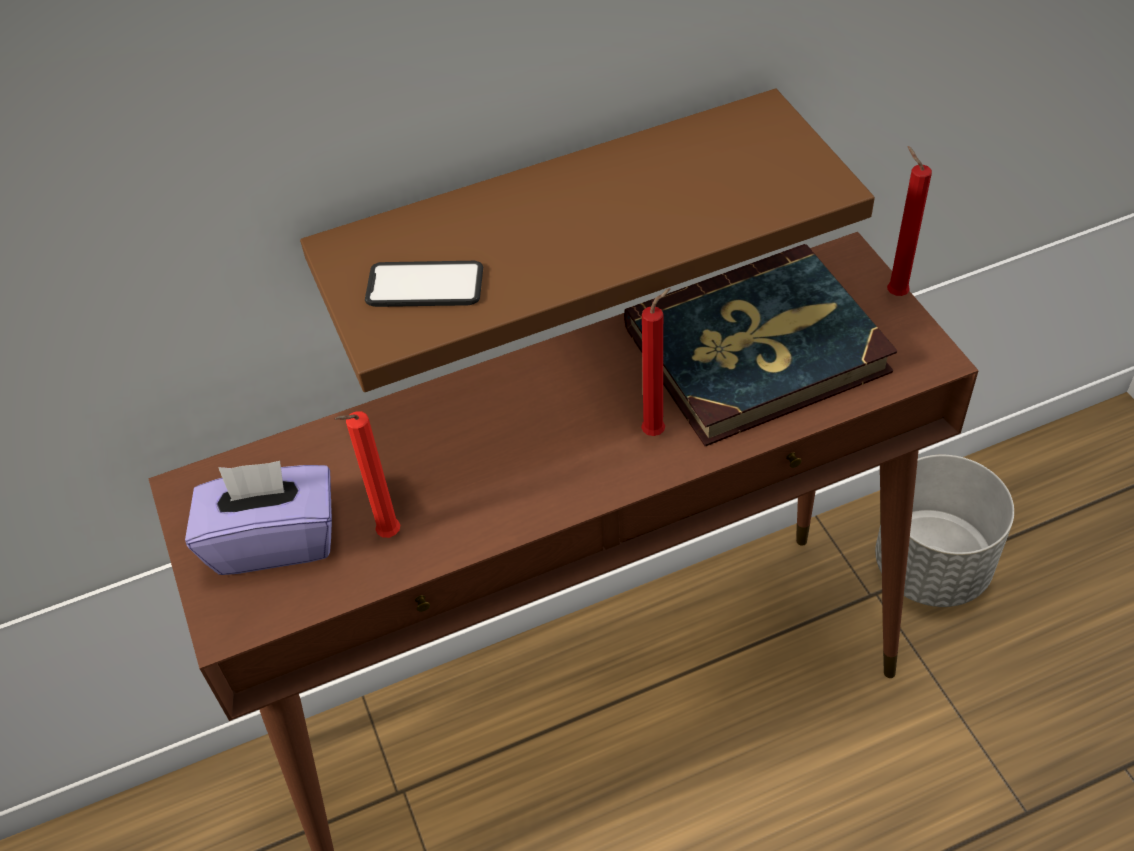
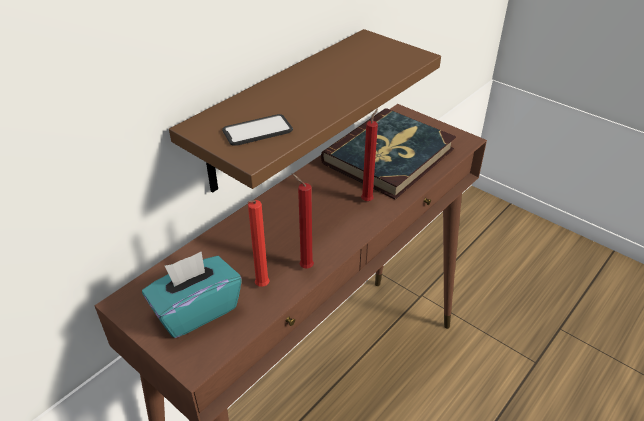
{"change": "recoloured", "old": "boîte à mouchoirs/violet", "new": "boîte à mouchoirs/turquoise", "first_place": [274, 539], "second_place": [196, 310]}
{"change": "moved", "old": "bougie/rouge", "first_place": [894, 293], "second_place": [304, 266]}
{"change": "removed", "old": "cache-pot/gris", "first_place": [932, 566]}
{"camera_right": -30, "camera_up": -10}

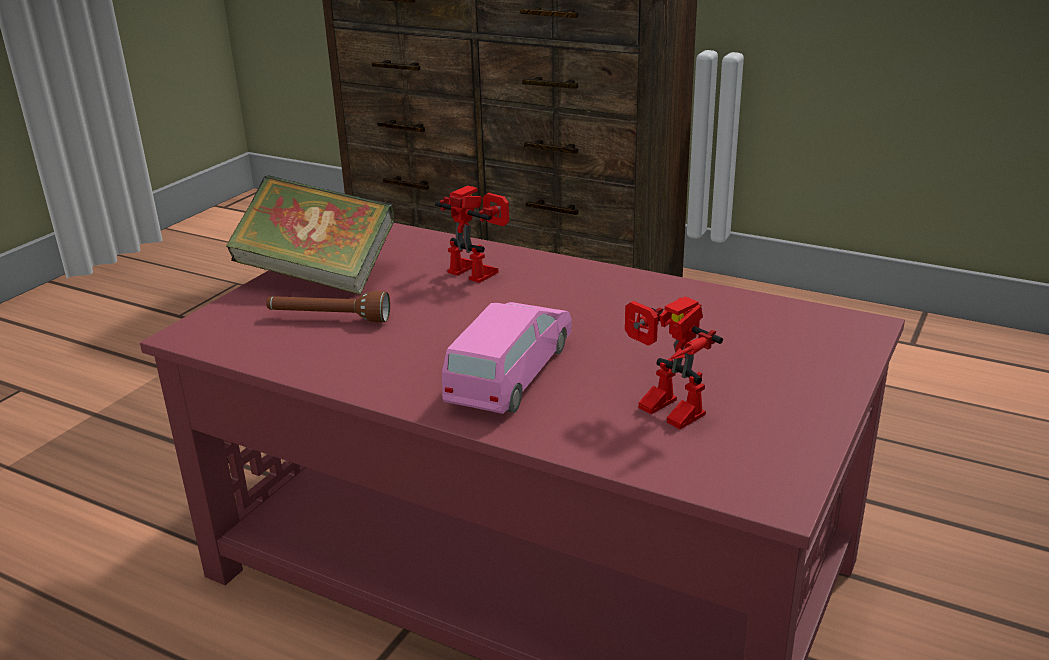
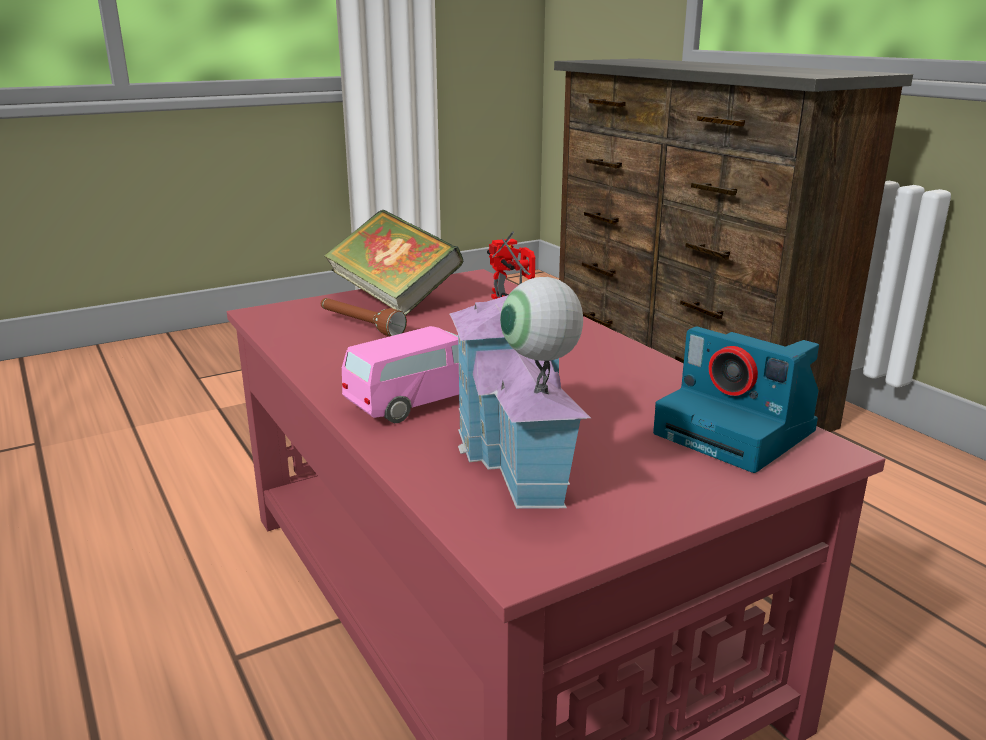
{"change": "replaced", "old": "robot jouet", "new": "maison miniature", "first_place": [662, 412], "second_place": [515, 460]}
{"change": "added", "new": "appareil photo", "second_place": [739, 432]}
{"camera_right": 30, "camera_up": -5}

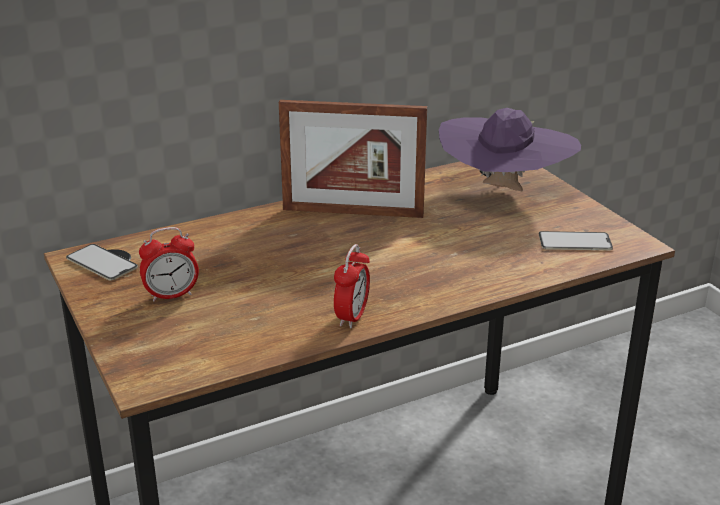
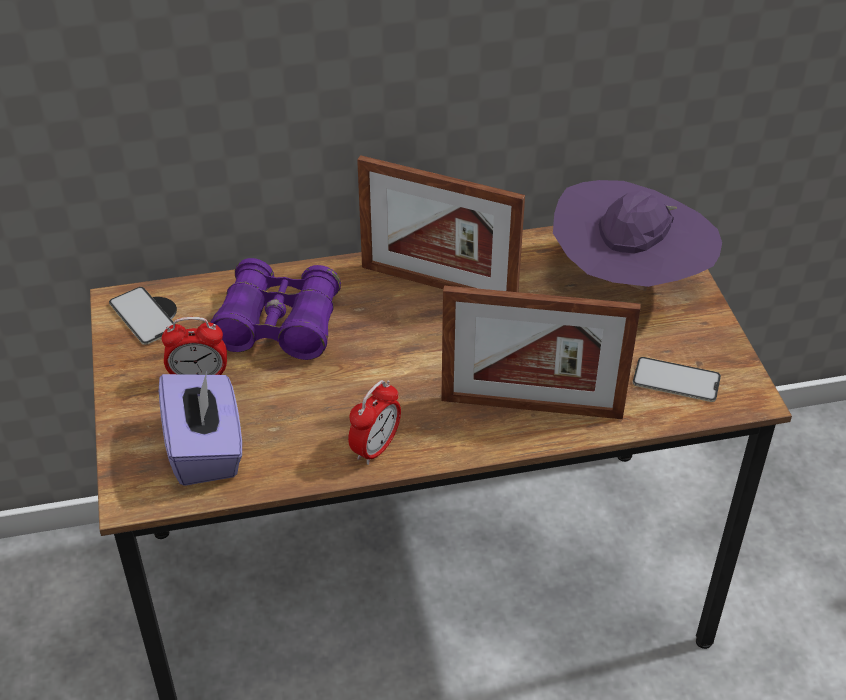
{"change": "added", "new": "boîte à mouchoirs/violet", "second_place": [206, 449]}
{"change": "added", "new": "jumelles/violet", "second_place": [279, 325]}
{"change": "added", "new": "cadre photo", "second_place": [531, 407]}
{"camera_right": 15, "camera_up": 15}

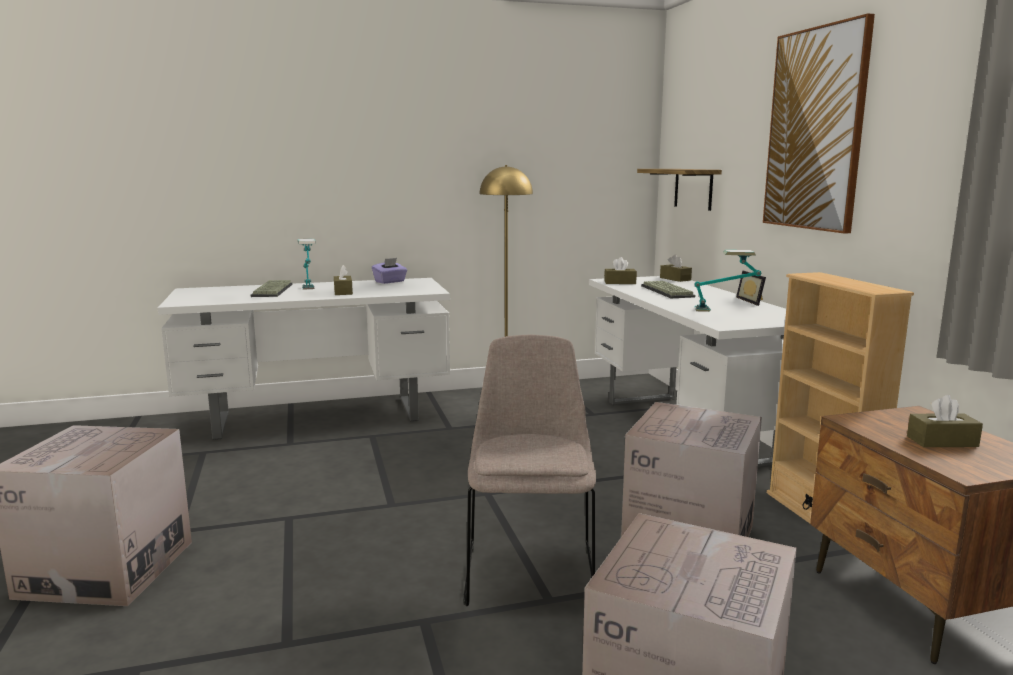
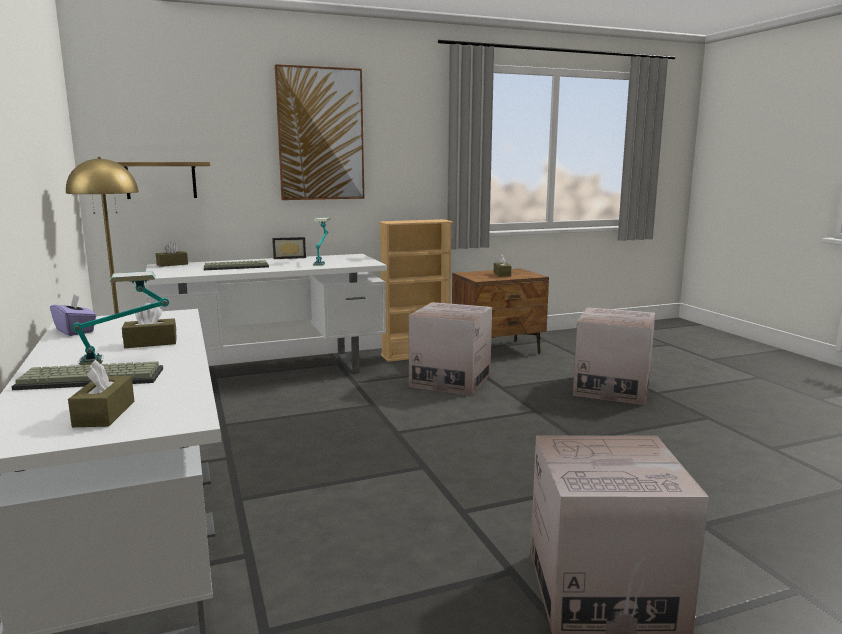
{"change": "moved", "old": "boîte à mouchoirs/marron", "first_place": [620, 282], "second_place": [104, 414]}
{"change": "removed", "old": "chaise/beige", "first_place": [530, 571]}
{"camera_right": -95, "camera_up": 0}

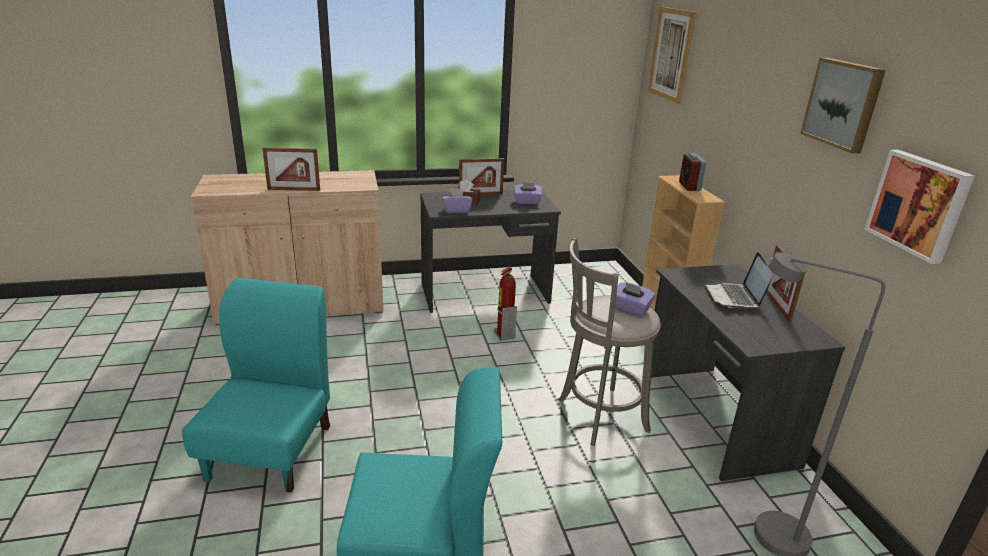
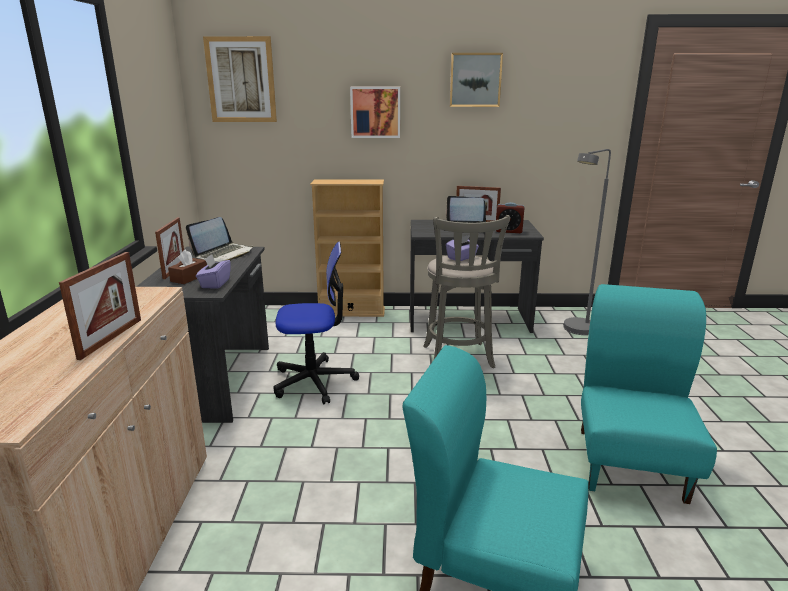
{"change": "replaced", "old": "boîte à mouchoirs/violet", "new": "ordinateur portable", "first_place": [527, 202], "second_place": [224, 254]}
{"change": "replaced", "old": "extincteur", "new": "chaise de bureau", "first_place": [504, 335], "second_place": [314, 381]}
{"change": "moved", "old": "tableau", "first_place": [919, 204], "second_place": [375, 112]}
{"change": "moved", "old": "réveil", "first_place": [689, 186], "second_place": [508, 231]}
{"camera_right": -75, "camera_up": -5}

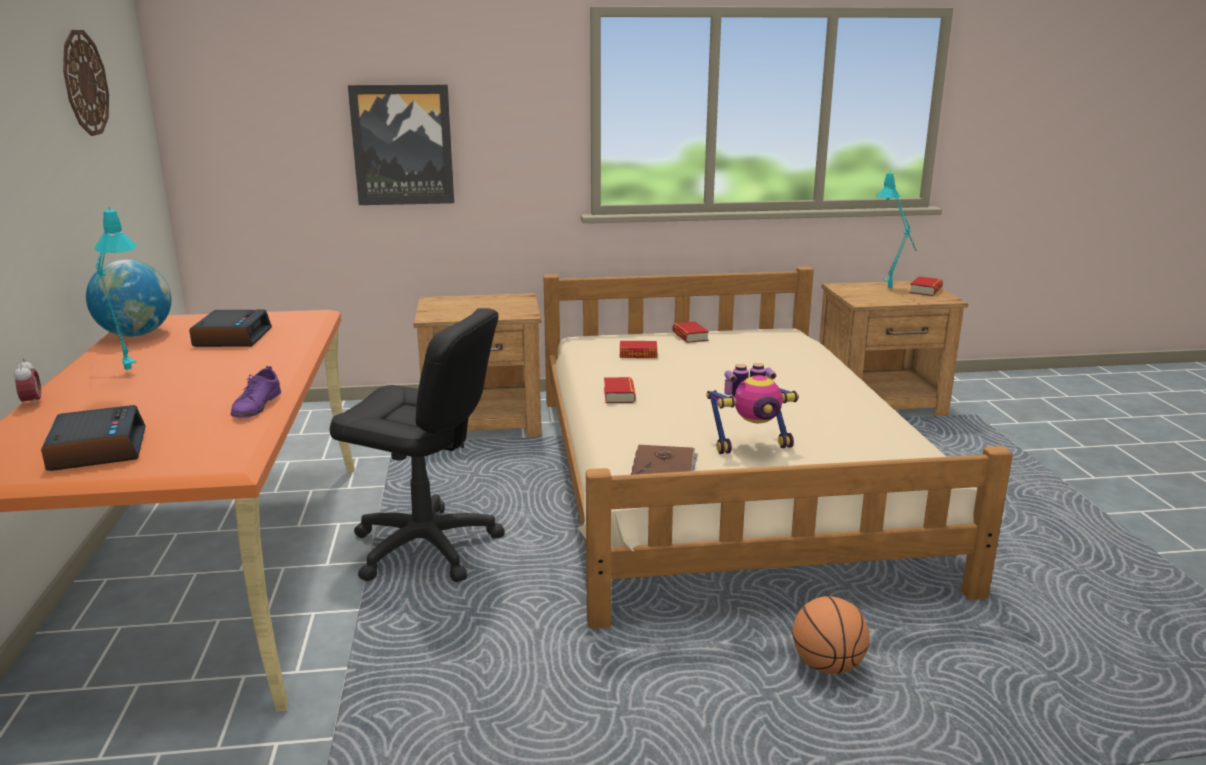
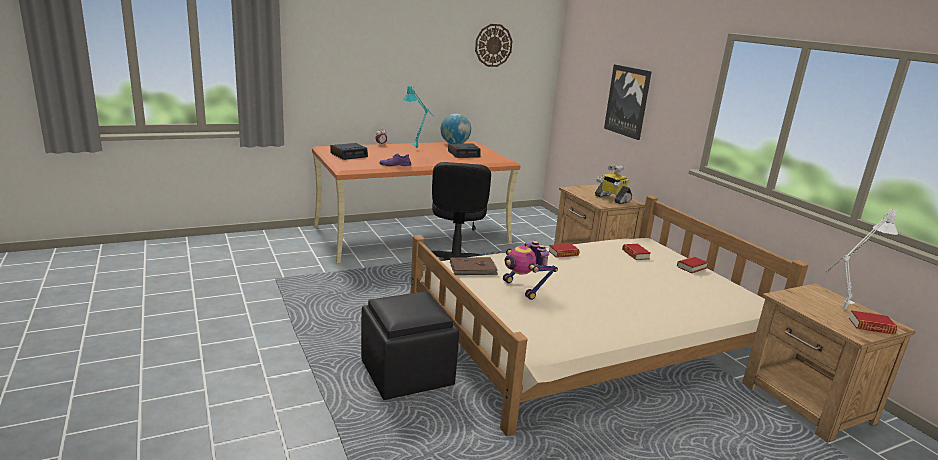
{"change": "replaced", "old": "ballon de basket", "new": "pouf/noir", "first_place": [827, 666], "second_place": [408, 374]}
{"change": "added", "new": "robot jouet", "second_place": [611, 199]}
{"change": "recoloured", "old": "lampe de table/turquoise", "new": "lampe de table/blanc", "first_place": [892, 291], "second_place": [840, 310]}
{"camera_right": 70, "camera_up": 0}

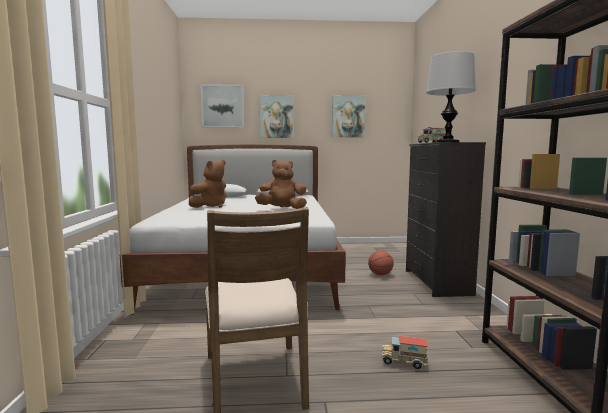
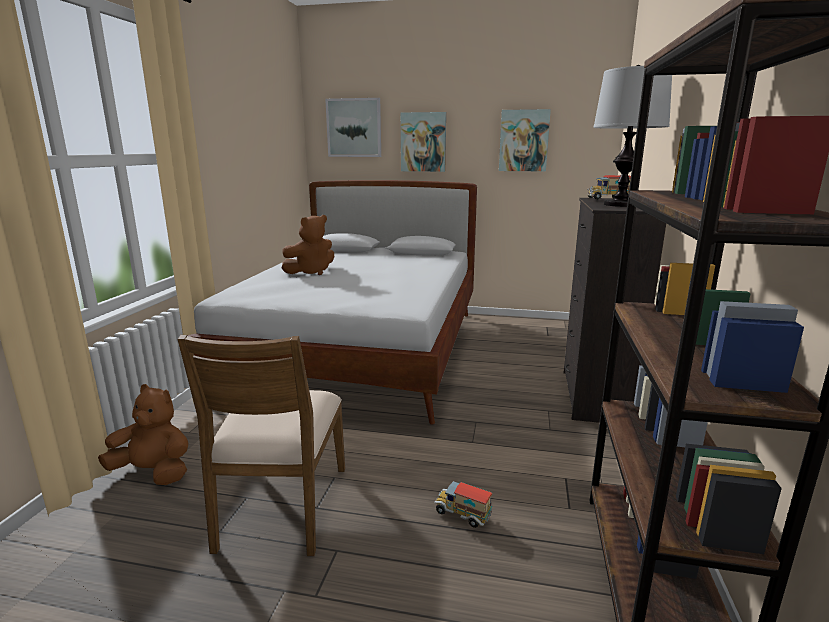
{"change": "moved", "old": "peluche/marron", "first_place": [282, 209], "second_place": [154, 472]}
{"change": "removed", "old": "ballon de basket", "first_place": [380, 274]}
{"camera_right": 15, "camera_up": 10}

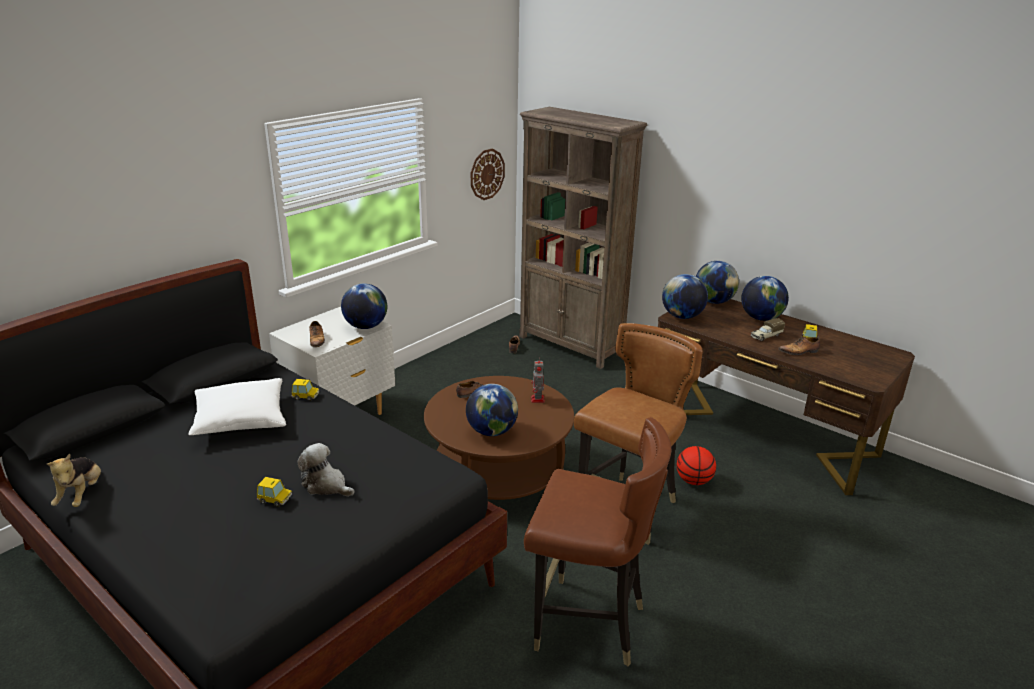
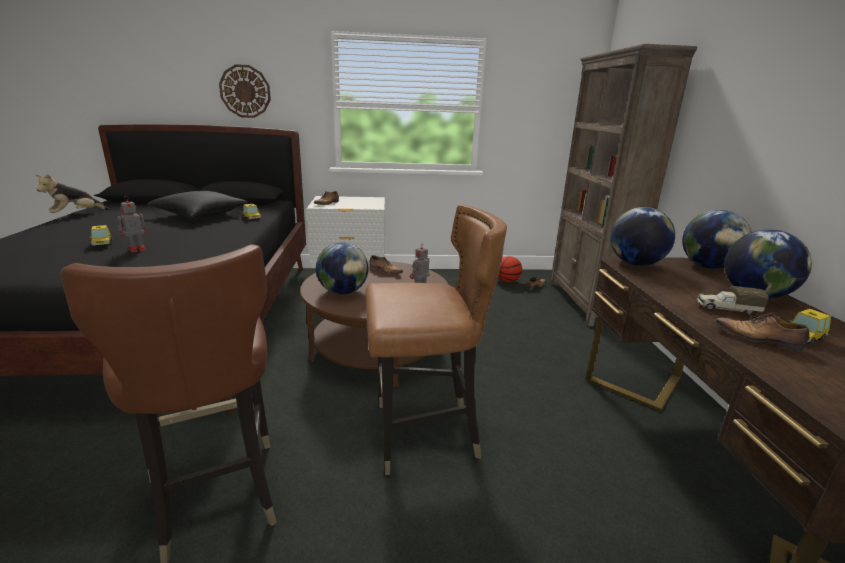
{"change": "replaced", "old": "peluche", "new": "robot jouet", "first_place": [326, 485], "second_place": [136, 249]}
{"change": "recoloured", "old": "coussin/blanc", "new": "coussin/noir", "first_place": [240, 420], "second_place": [200, 215]}
{"change": "moved", "old": "horloge murale", "first_place": [487, 174], "second_place": [245, 91]}
{"change": "moved", "old": "ballon de basket", "first_place": [694, 481], "second_place": [507, 281]}
{"change": "removed", "old": "globe", "first_place": [366, 326]}
{"camera_right": 45, "camera_up": -5}

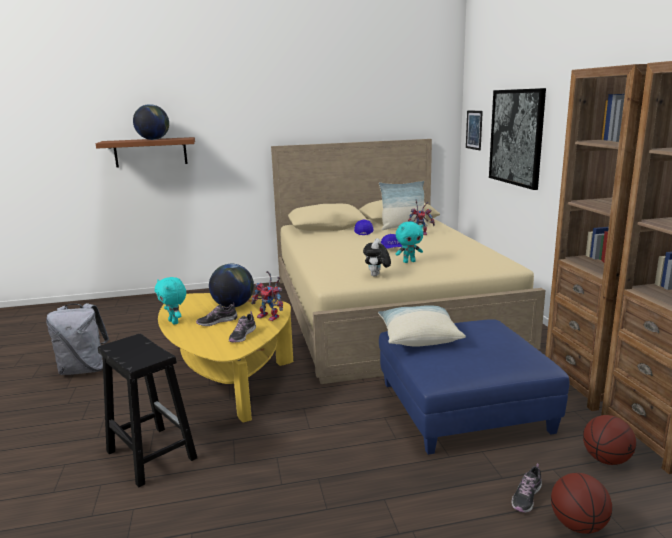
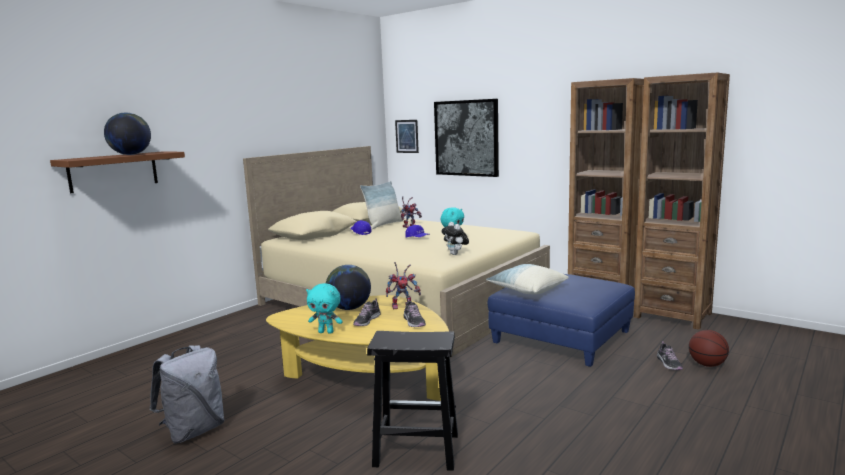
{"change": "removed", "old": "ballon de basket", "first_place": [606, 459]}
{"camera_right": -40, "camera_up": -5}

